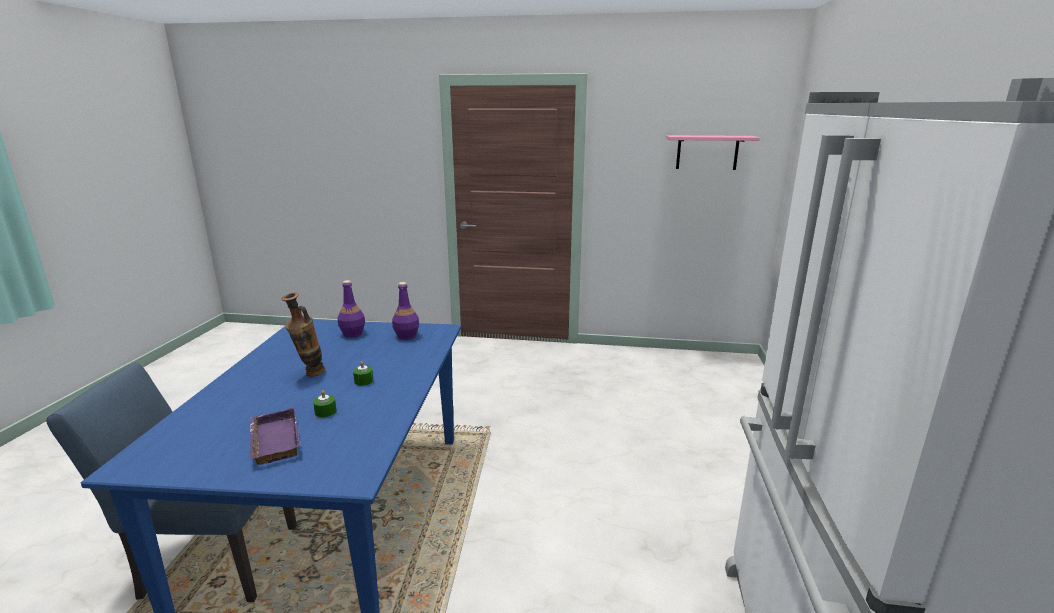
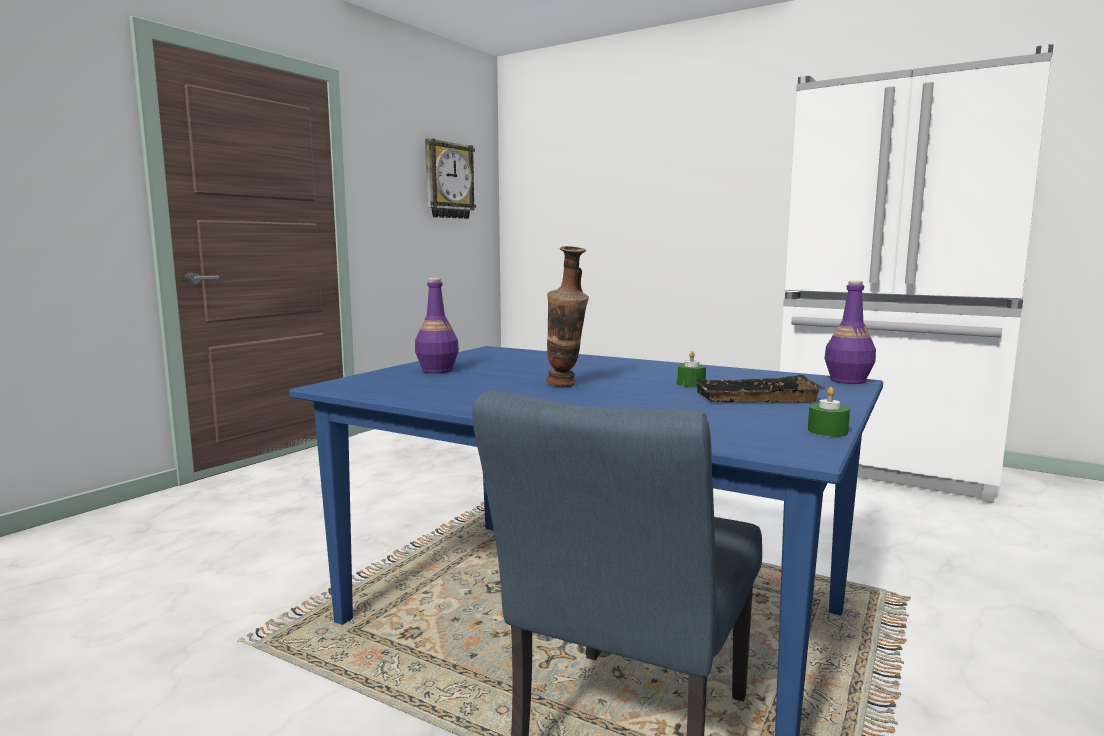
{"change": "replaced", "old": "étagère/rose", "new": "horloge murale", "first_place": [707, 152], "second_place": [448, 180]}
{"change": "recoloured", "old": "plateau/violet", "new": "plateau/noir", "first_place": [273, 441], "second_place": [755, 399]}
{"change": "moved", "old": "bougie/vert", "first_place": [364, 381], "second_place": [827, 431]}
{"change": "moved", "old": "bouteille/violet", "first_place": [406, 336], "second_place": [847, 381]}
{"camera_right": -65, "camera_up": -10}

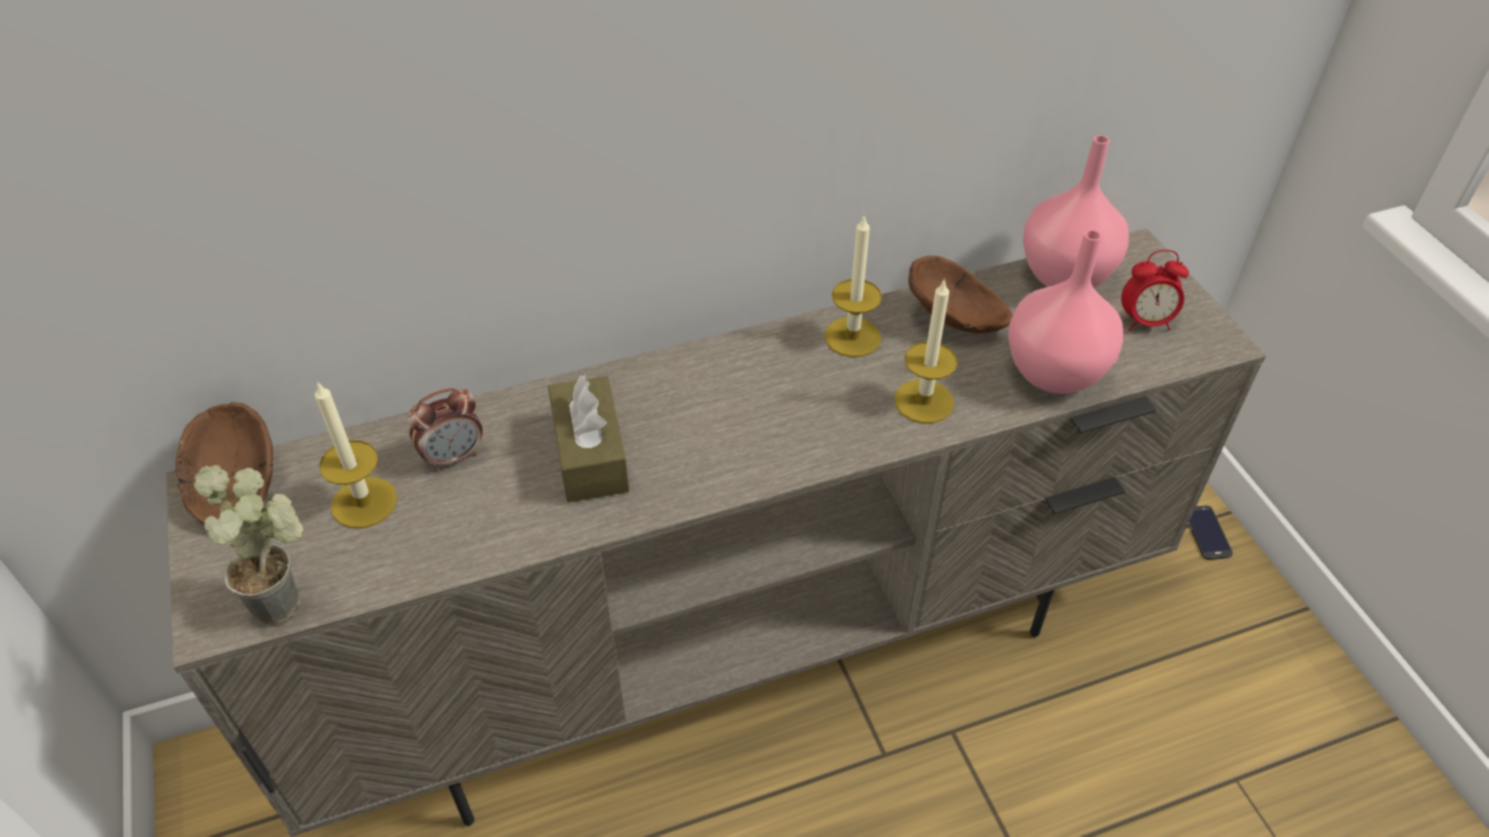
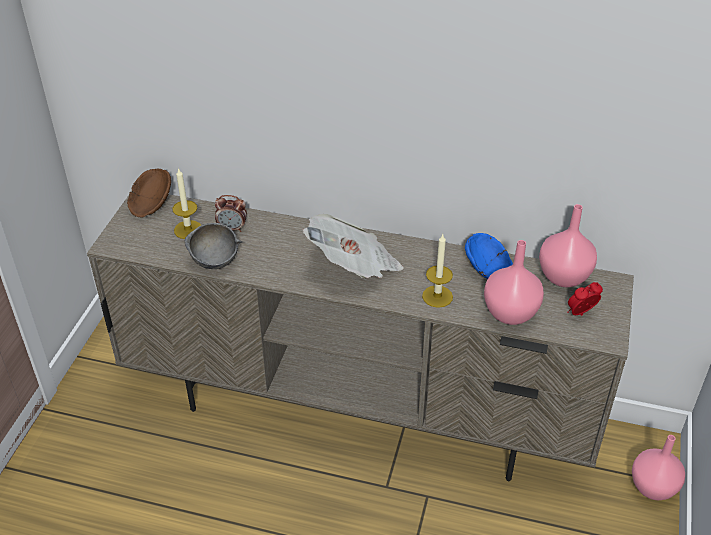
{"change": "added", "new": "bol/gris", "second_place": [215, 260]}
{"change": "added", "new": "journal", "second_place": [354, 266]}
{"change": "recoloured", "old": "bol/marron", "new": "bol/bleu", "first_place": [958, 320], "second_place": [489, 272]}
{"change": "turned", "old": "réveil", "first_place": [1145, 322], "second_place": [580, 314], "degrees": 120}
{"change": "replaced", "old": "téléphone", "new": "vase/rose", "first_place": [1207, 533], "second_place": [653, 487]}
{"change": "removed", "old": "plante en pot", "first_place": [292, 600]}
{"change": "removed", "old": "boîte à mouchoirs/marron", "first_place": [590, 454]}
{"change": "removed", "old": "bougie", "first_place": [852, 337]}
{"camera_right": 35, "camera_up": -5}

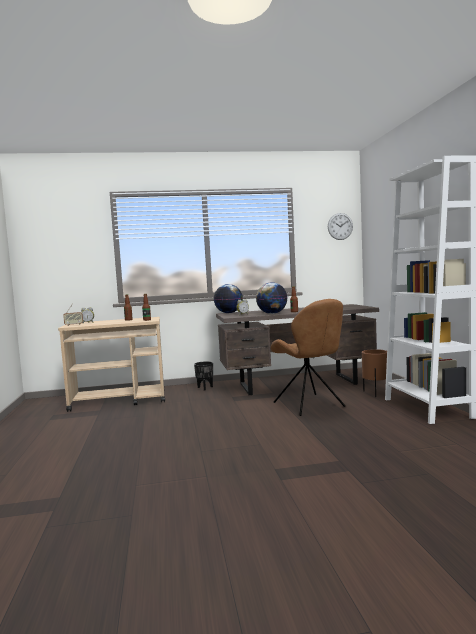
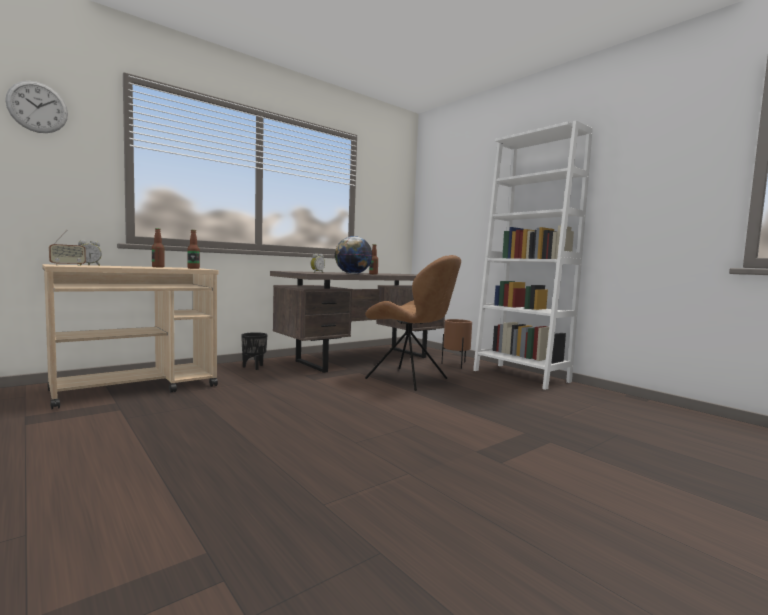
{"change": "moved", "old": "horloge murale", "first_place": [340, 226], "second_place": [37, 107]}
{"change": "removed", "old": "globe", "first_place": [229, 313]}
{"camera_right": -30, "camera_up": 0}

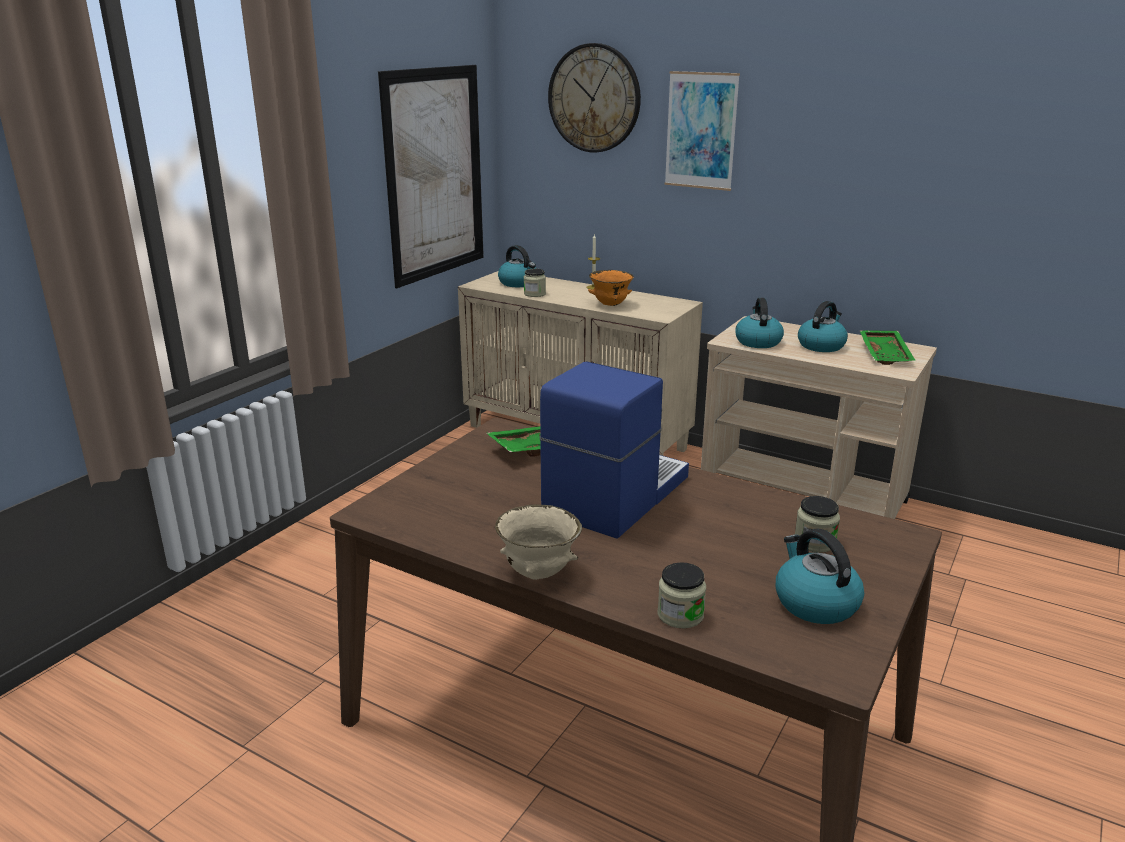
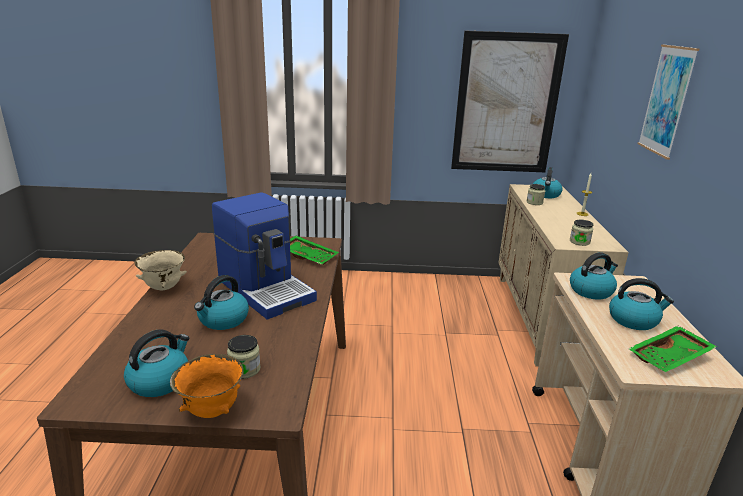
{"change": "moved", "old": "bol/orange", "first_place": [610, 305], "second_place": [212, 410]}
{"change": "added", "new": "bouilloire", "second_place": [223, 320]}
{"change": "turned", "old": "machine à café", "first_place": [614, 495], "second_place": [266, 289], "degrees": 45}
{"change": "moved", "old": "bocal", "first_place": [680, 615], "second_place": [579, 242]}
{"change": "removed", "old": "horloge murale", "first_place": [594, 98]}
{"camera_right": 60, "camera_up": 0}

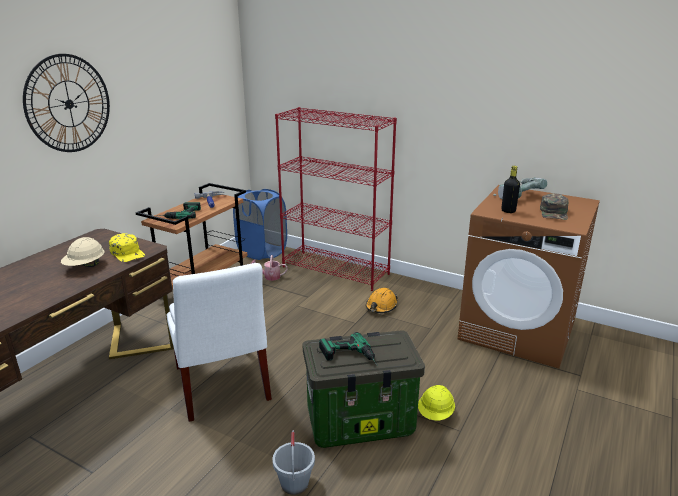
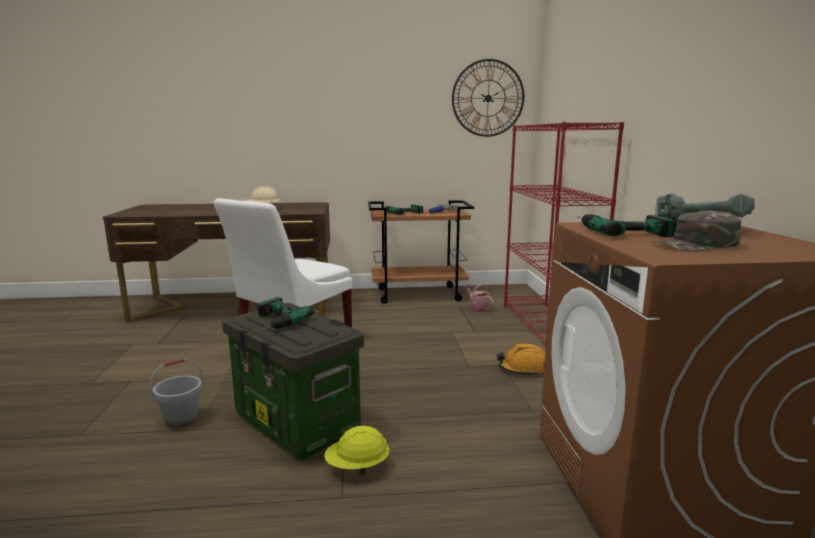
{"change": "moved", "old": "horloge murale", "first_place": [69, 104], "second_place": [488, 98]}
{"change": "replaced", "old": "bouteille/noir", "new": "perceuse", "first_place": [508, 211], "second_place": [618, 230]}
{"change": "removed", "old": "casquette/jaune", "first_place": [128, 253]}
{"change": "removed", "old": "panier à linge/bleu", "first_place": [262, 252]}
{"camera_right": 55, "camera_up": -10}

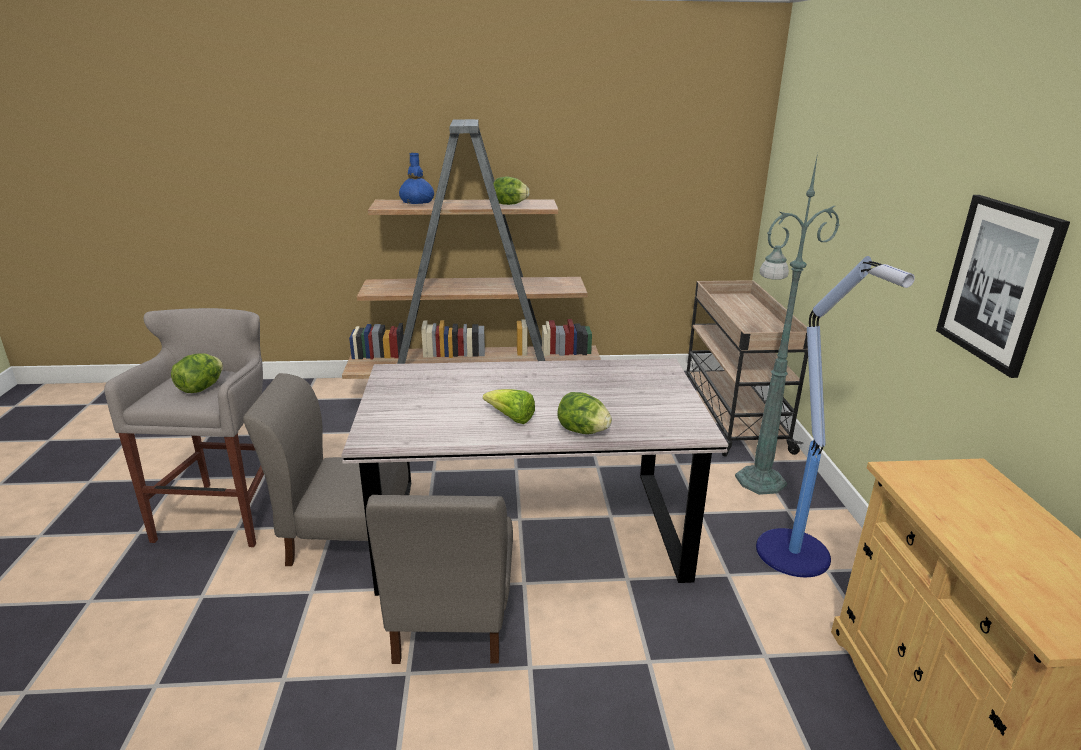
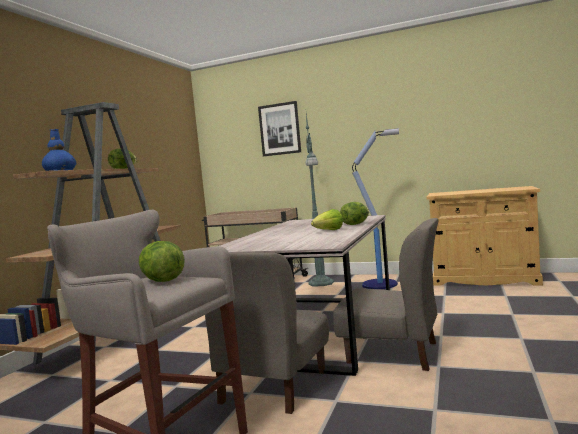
{"change": "moved", "old": "tableau", "first_place": [998, 283], "second_place": [279, 129]}
{"camera_right": -65, "camera_up": -20}

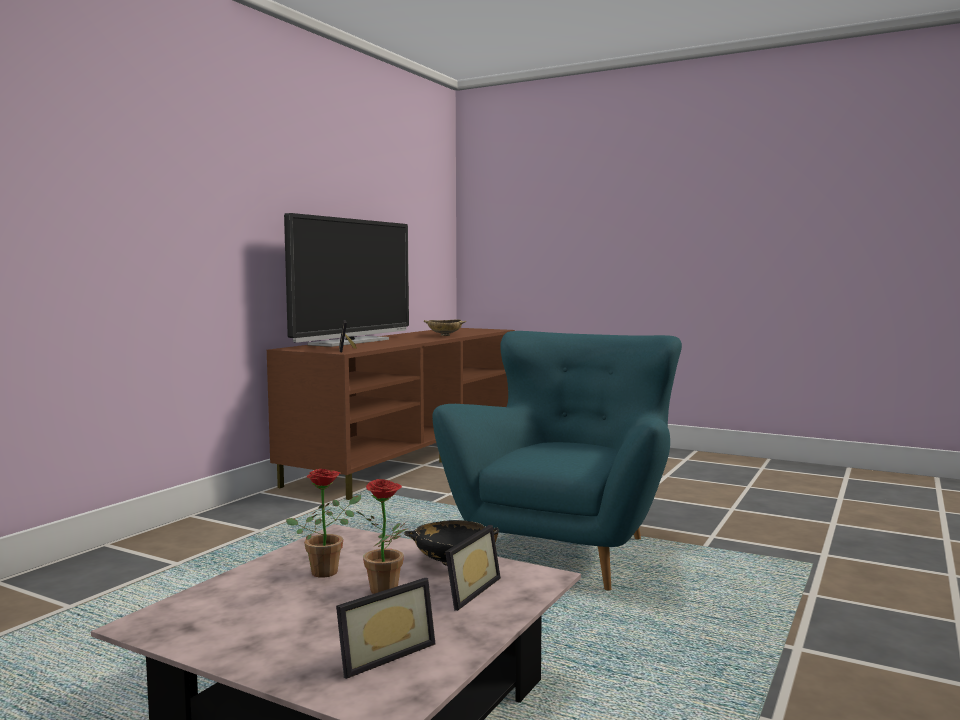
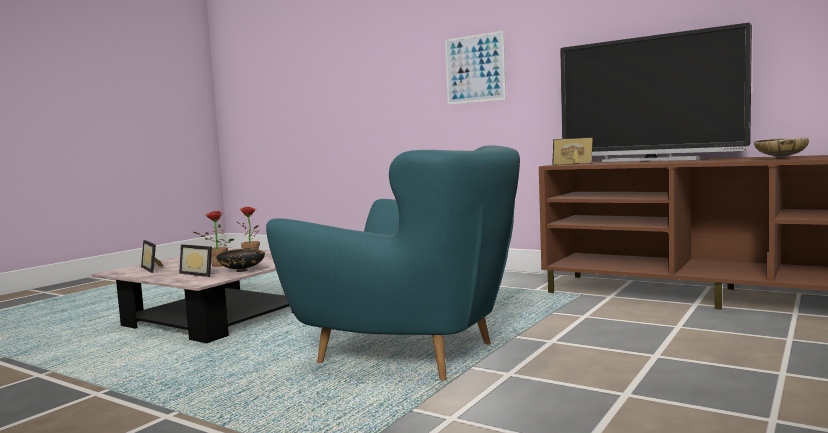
{"change": "added", "new": "tableau", "second_place": [475, 69]}
{"camera_right": 95, "camera_up": 0}

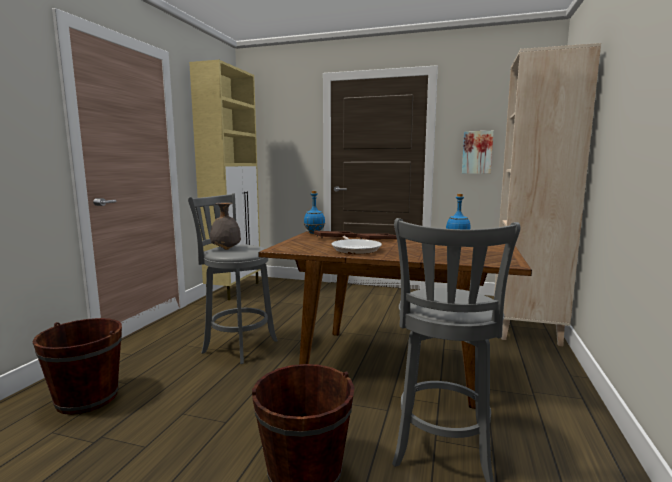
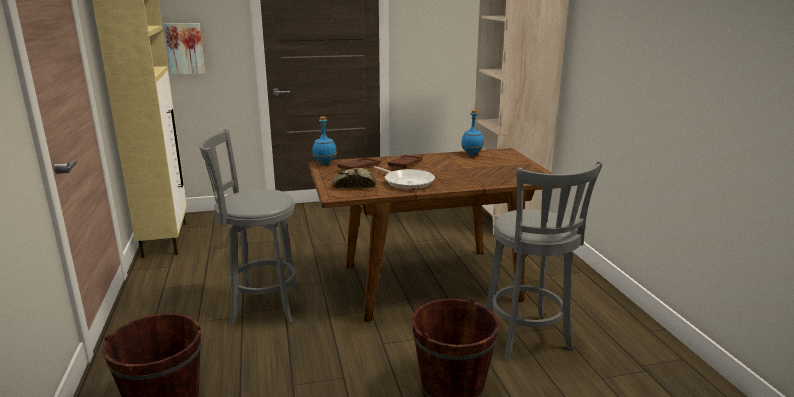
{"change": "moved", "old": "tableau", "first_place": [477, 152], "second_place": [185, 48]}
{"change": "added", "new": "pain", "second_place": [353, 185]}
{"change": "removed", "old": "vase/gris", "first_place": [225, 249]}
{"camera_right": -30, "camera_up": 10}

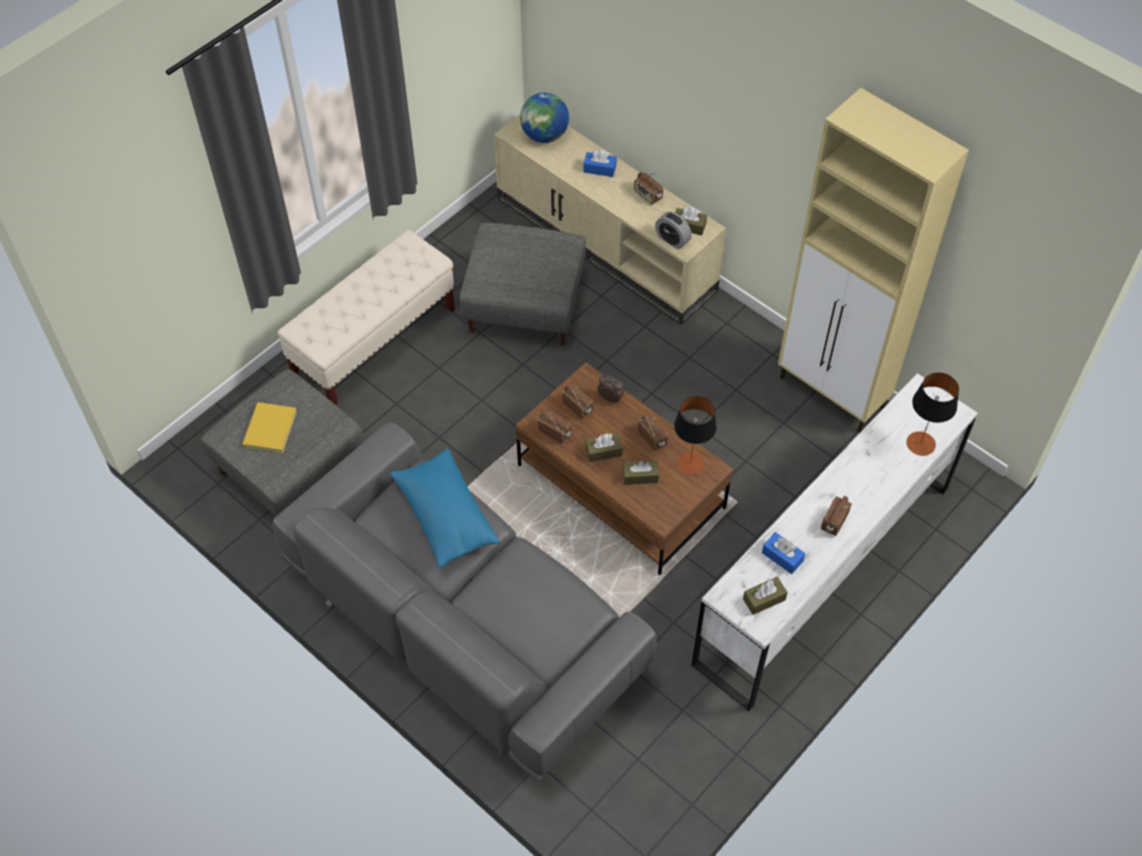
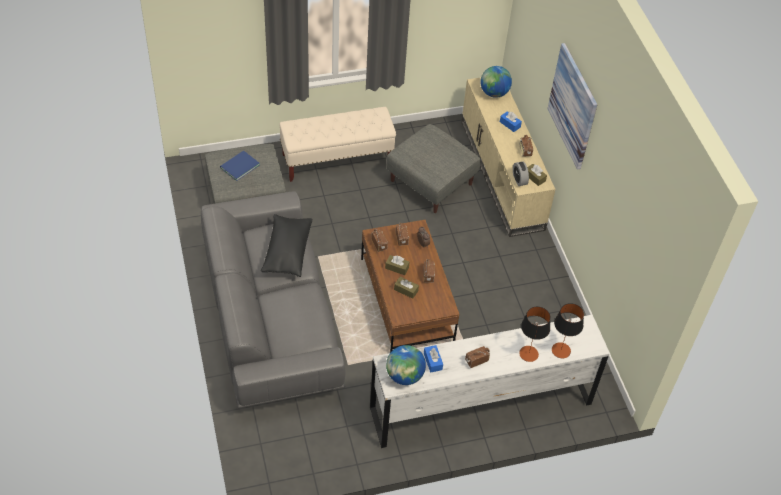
{"change": "recoloured", "old": "livre/jaune", "new": "livre/bleu", "first_place": [268, 430], "second_place": [238, 166]}
{"change": "recoloured", "old": "coussin/bleu", "new": "coussin/noir", "first_place": [445, 516], "second_place": [287, 251]}
{"change": "replaced", "old": "boîte à mouchoirs/marron", "new": "globe", "first_place": [764, 599], "second_place": [404, 376]}
{"change": "moved", "old": "lampe de table", "first_place": [690, 463], "second_place": [528, 353]}
{"change": "added", "new": "tableau", "second_place": [573, 106]}
{"change": "removed", "old": "meuble de rangement/beige", "first_place": [833, 393]}
{"camera_right": 30, "camera_up": -5}

